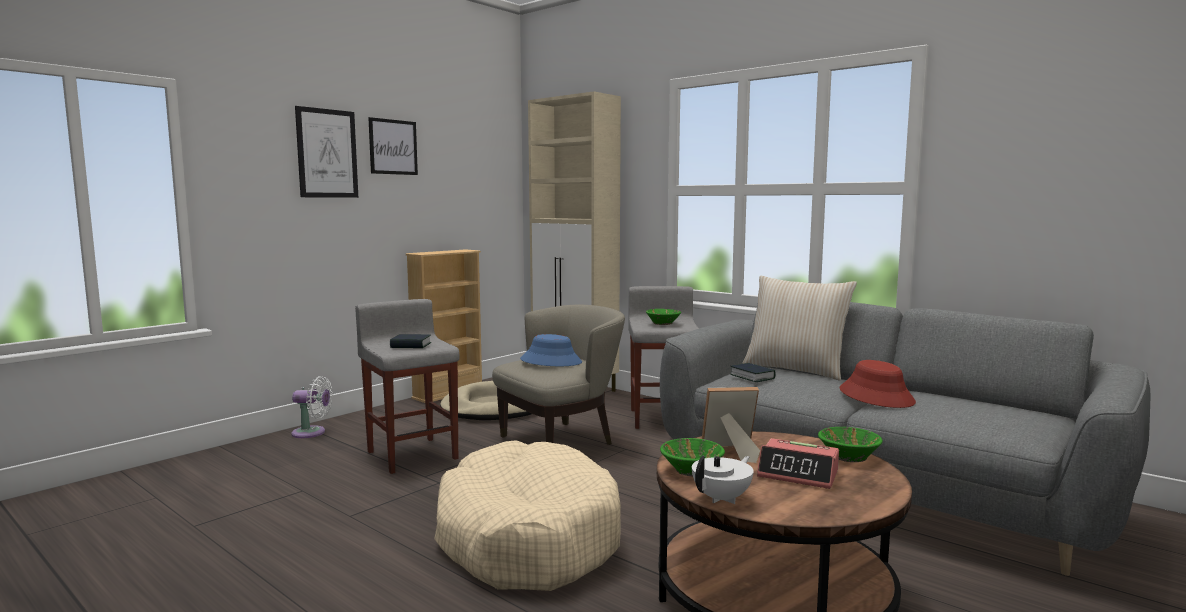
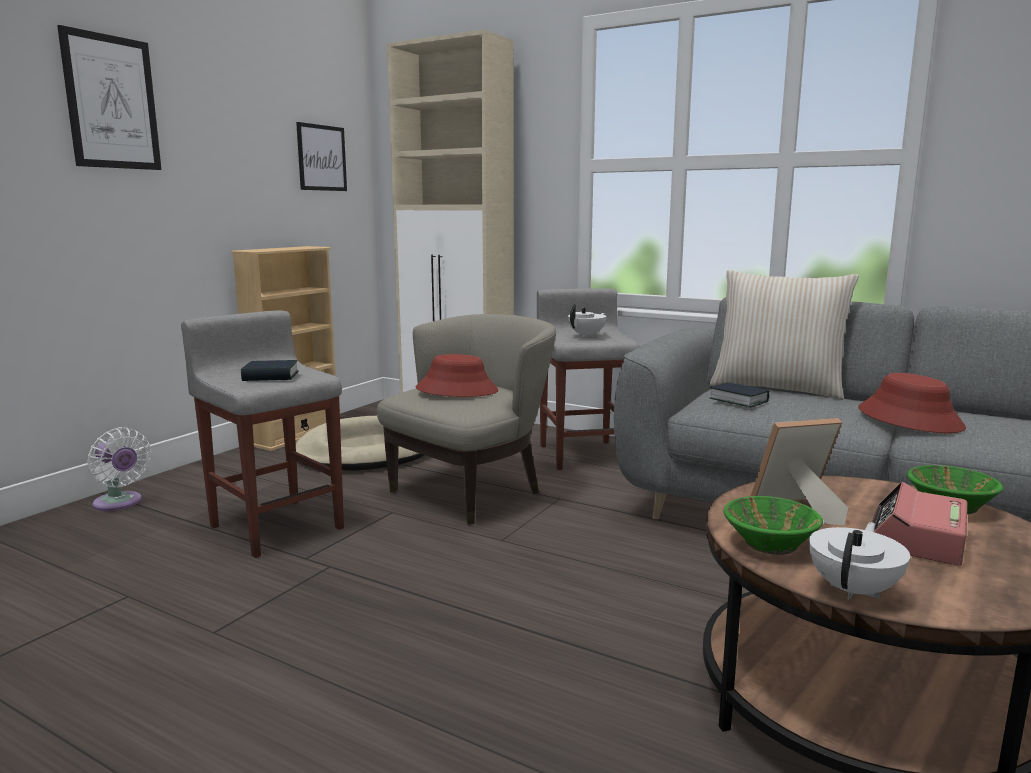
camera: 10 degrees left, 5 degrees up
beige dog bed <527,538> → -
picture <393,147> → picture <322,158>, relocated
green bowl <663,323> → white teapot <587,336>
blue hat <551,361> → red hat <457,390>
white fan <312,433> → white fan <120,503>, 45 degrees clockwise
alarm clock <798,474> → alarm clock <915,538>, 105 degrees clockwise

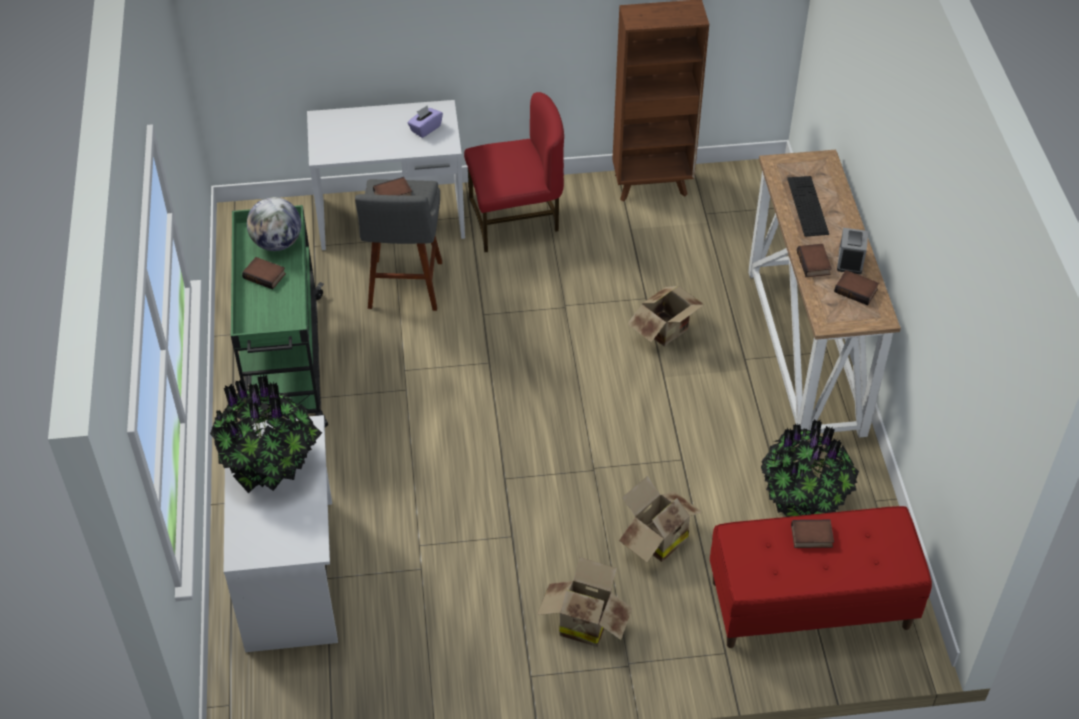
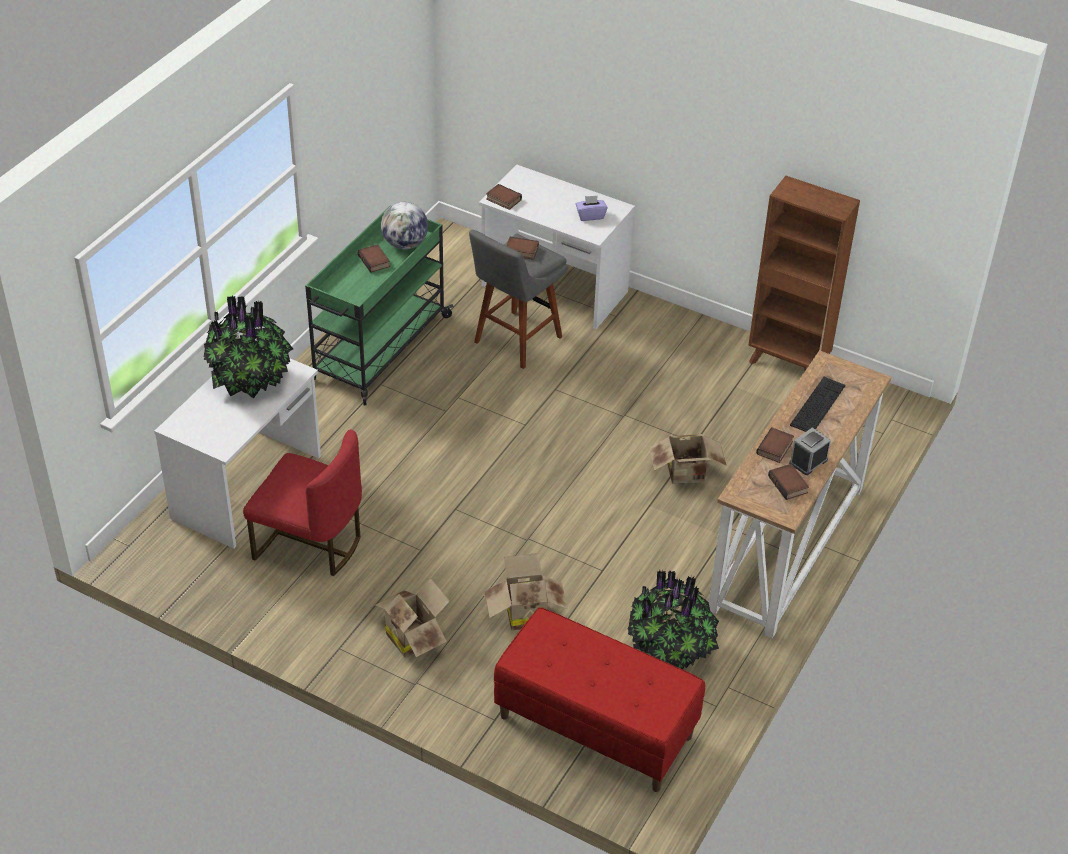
camera: 35 degrees right, 5 degrees down
red chair <515,219> → red chair <310,544>, relocated
book <811,537> → book <502,200>, relocated

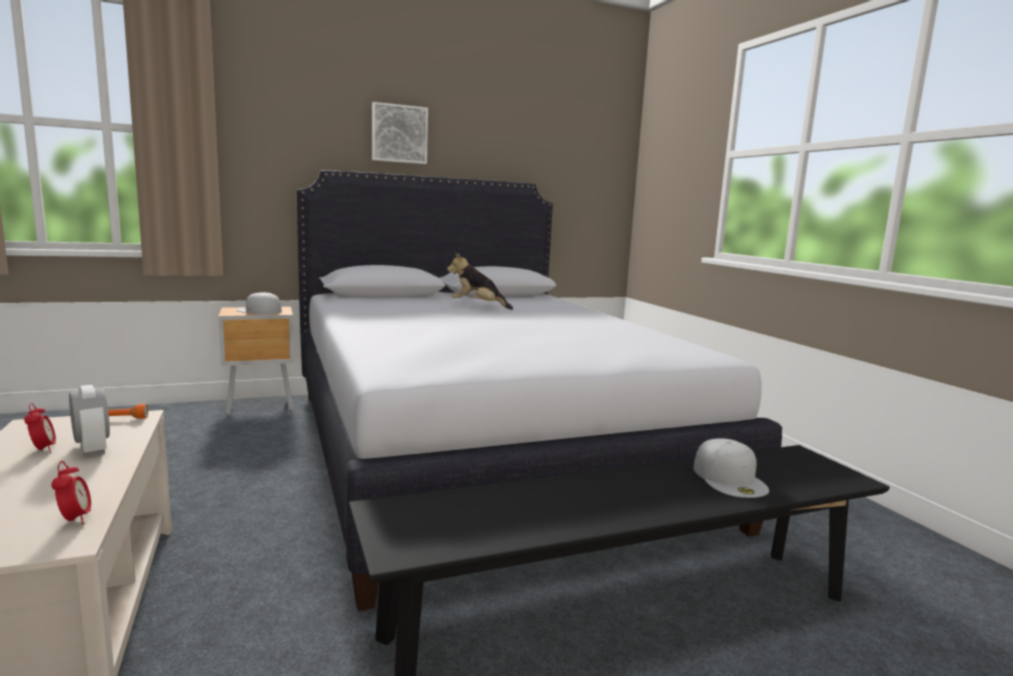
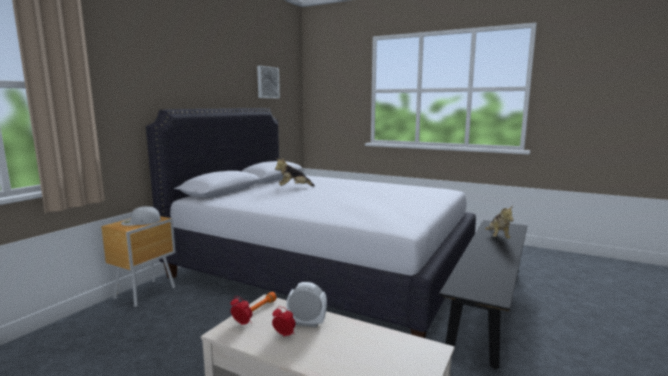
camera: 40 degrees left, 0 degrees up
alarm clock <75,519> → alarm clock <242,324>, relocated
picture <399,134> → picture <267,82>, relocated
white cap <730,478> → plush toy <497,237>

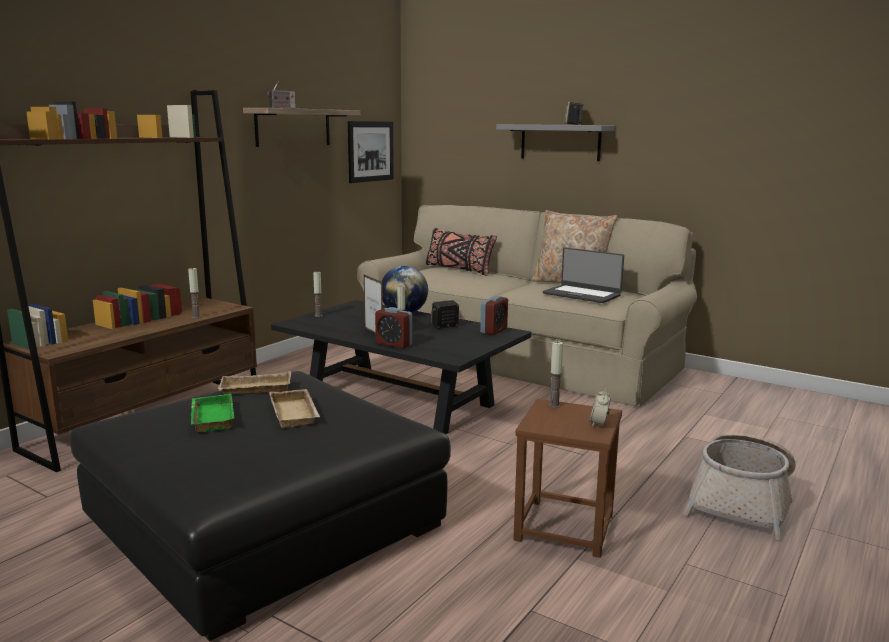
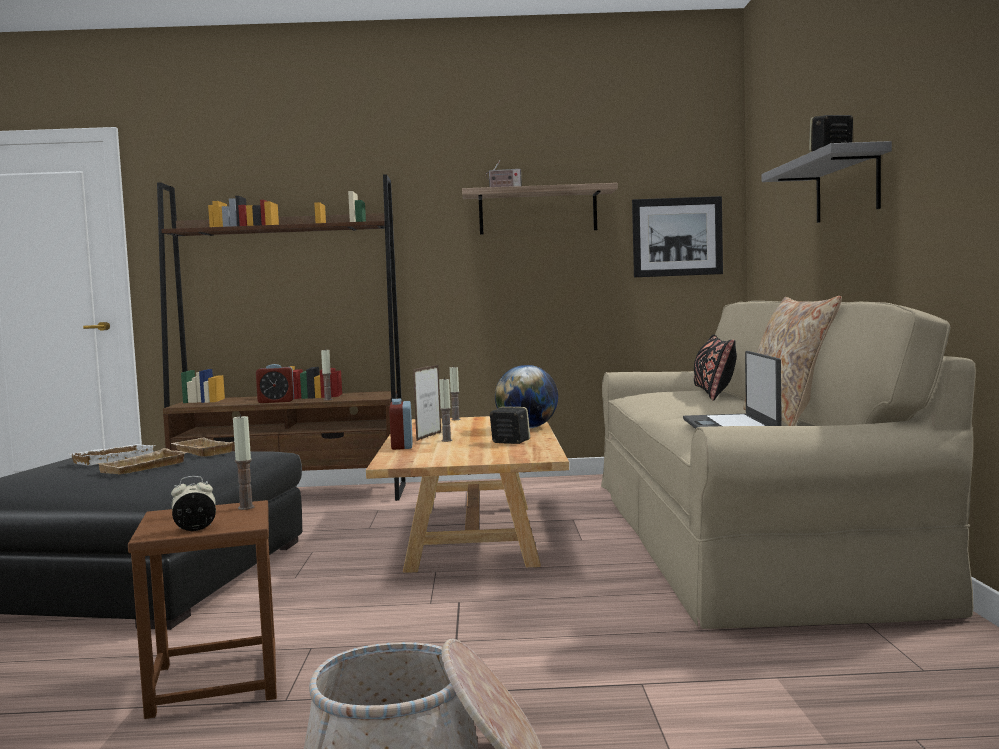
camera: 55 degrees right, 10 degrees down
alarm clock <493,330> → alarm clock <276,401>, relocated
green tray <210,417> → white tray <113,459>
black coffee table <400,401> → beige coffee table <474,535>

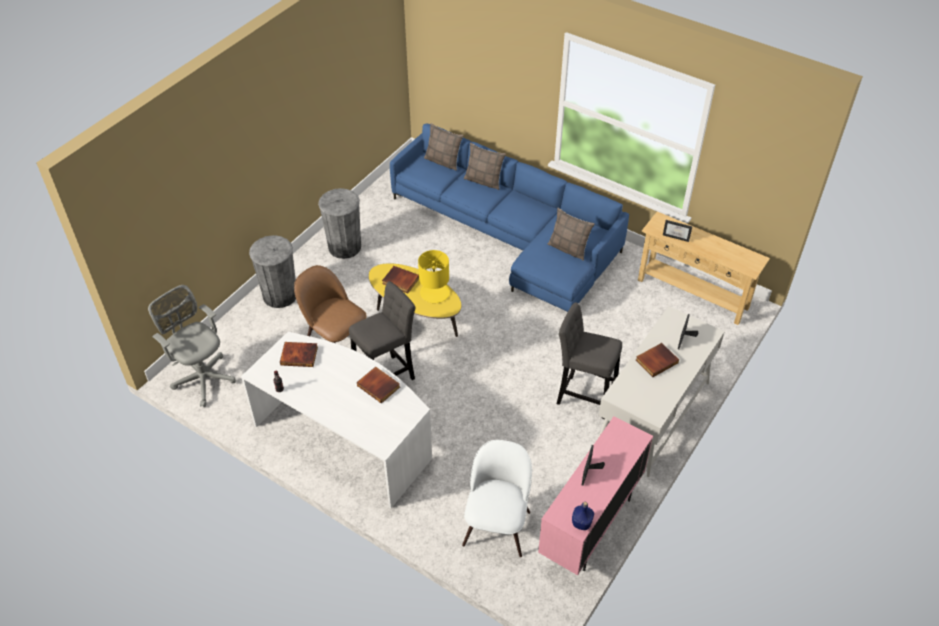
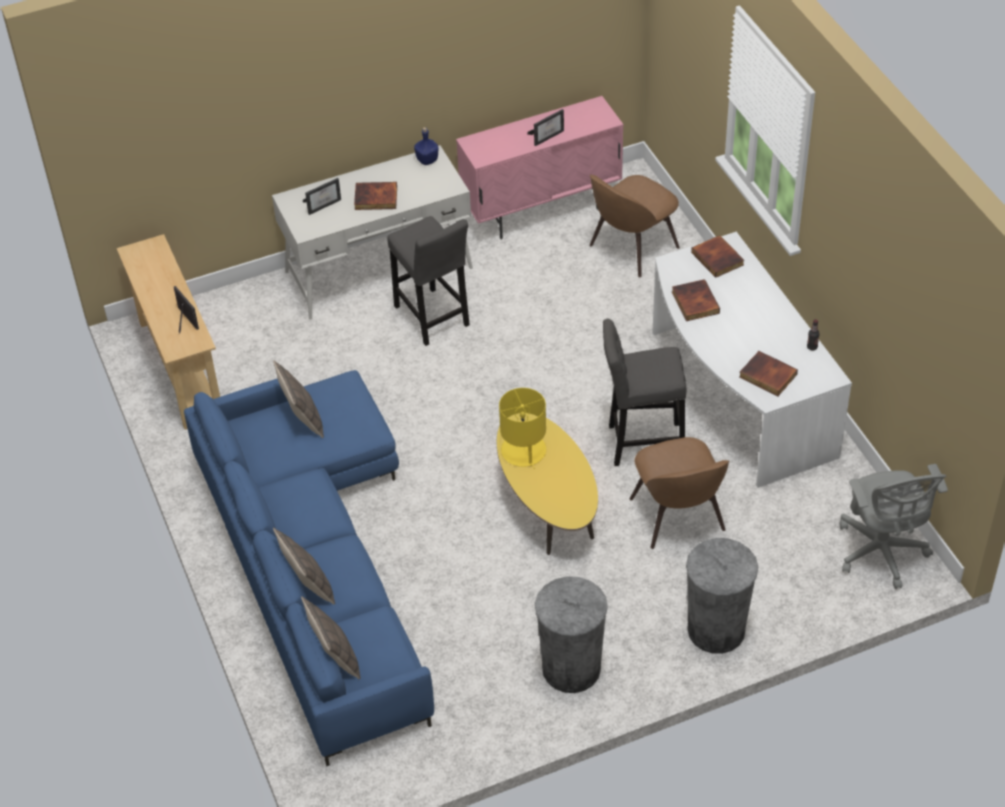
camera: 145 degrees left, 0 degrees up
book <400,281> → book <718,258>, relocated
blue bottle <581,524> → blue bottle <427,160>, relocated
white chair <497,525> → brown chair <631,248>

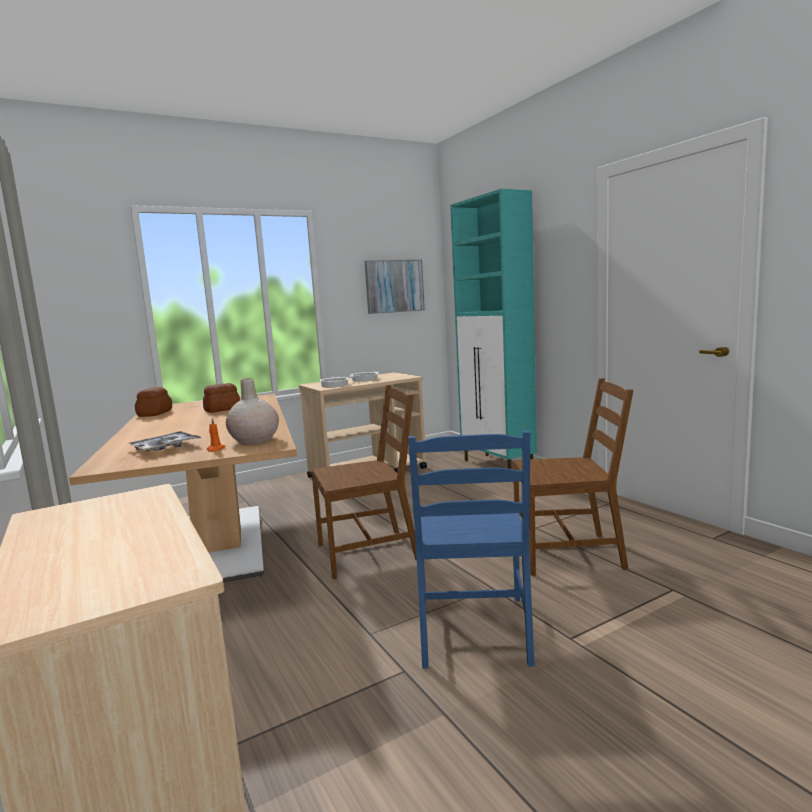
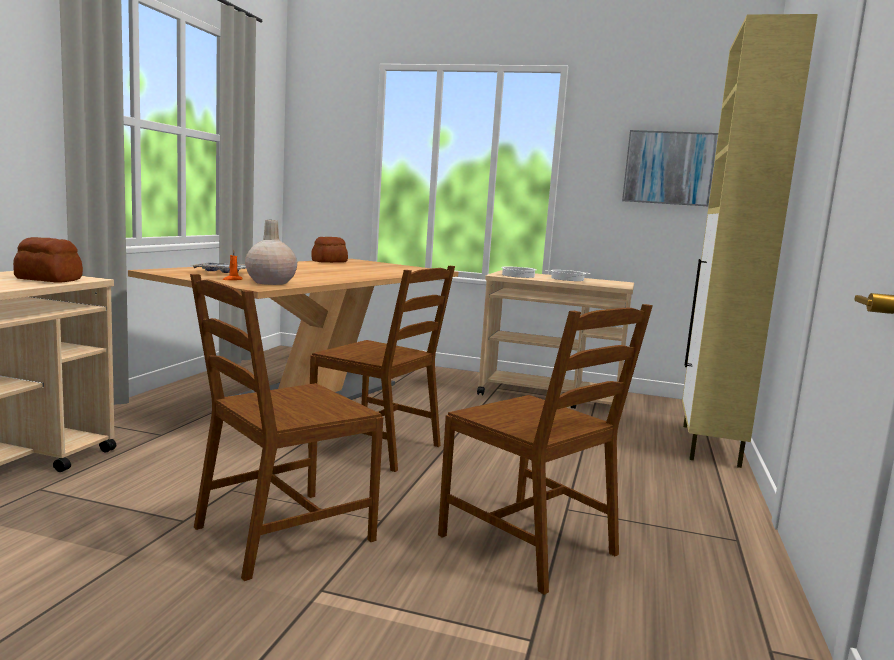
camera: 45 degrees right, 0 degrees up
bread <223,409> → bread <48,280>, relocated
blue chair <474,630> → brown chair <282,533>
turquoise cabinet <498,465> → beige cabinet <709,445>

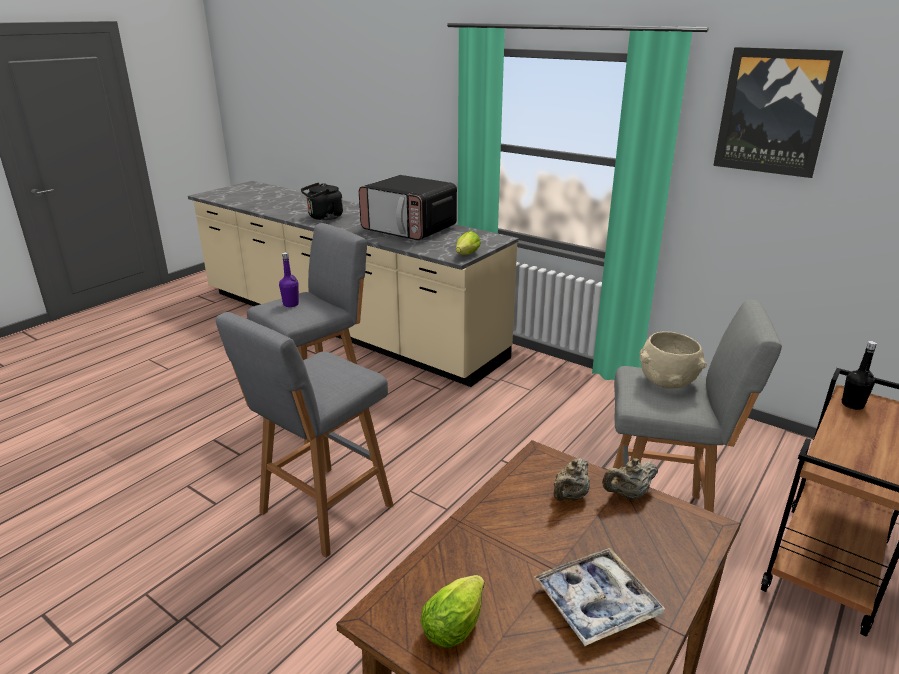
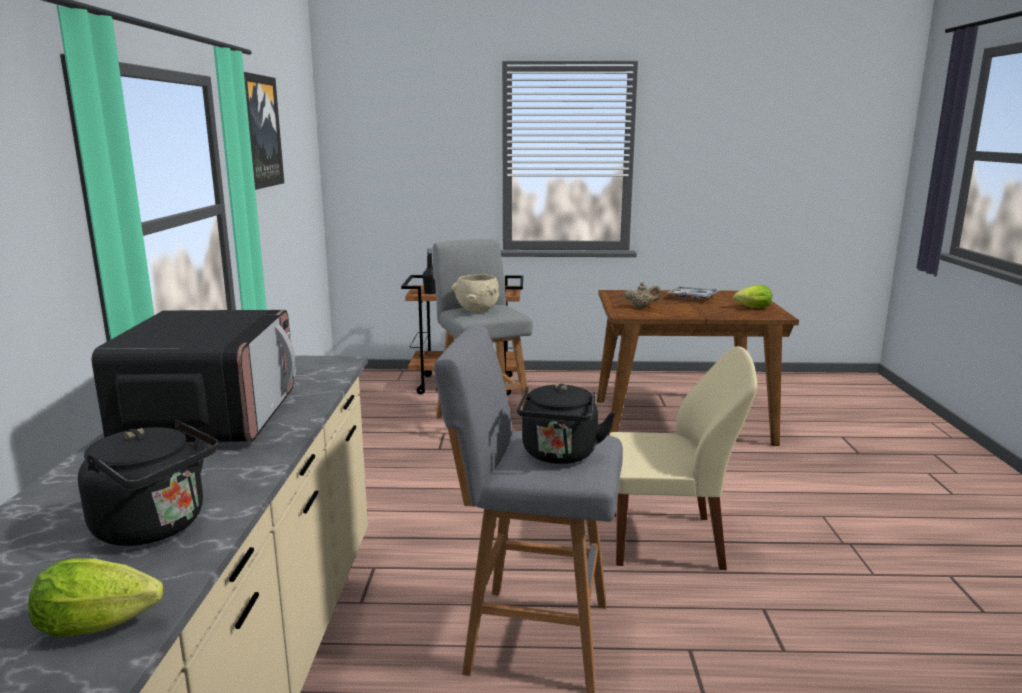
camera: 125 degrees left, 10 degrees down
beige teapot <628,494> → -
lettuce <466,255> → lettuce <105,625>, relocated
grey stool <323,511> → beige chair <668,541>
purple bottle <291,304> → black kettle <559,455>

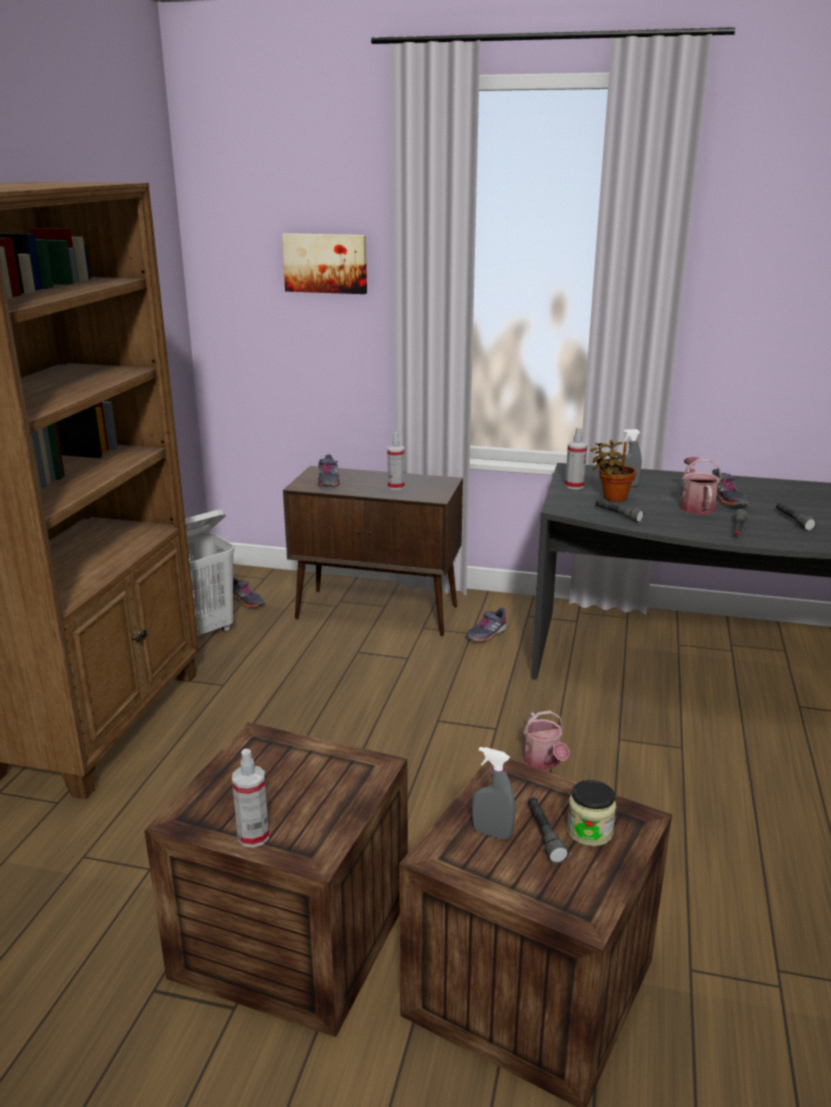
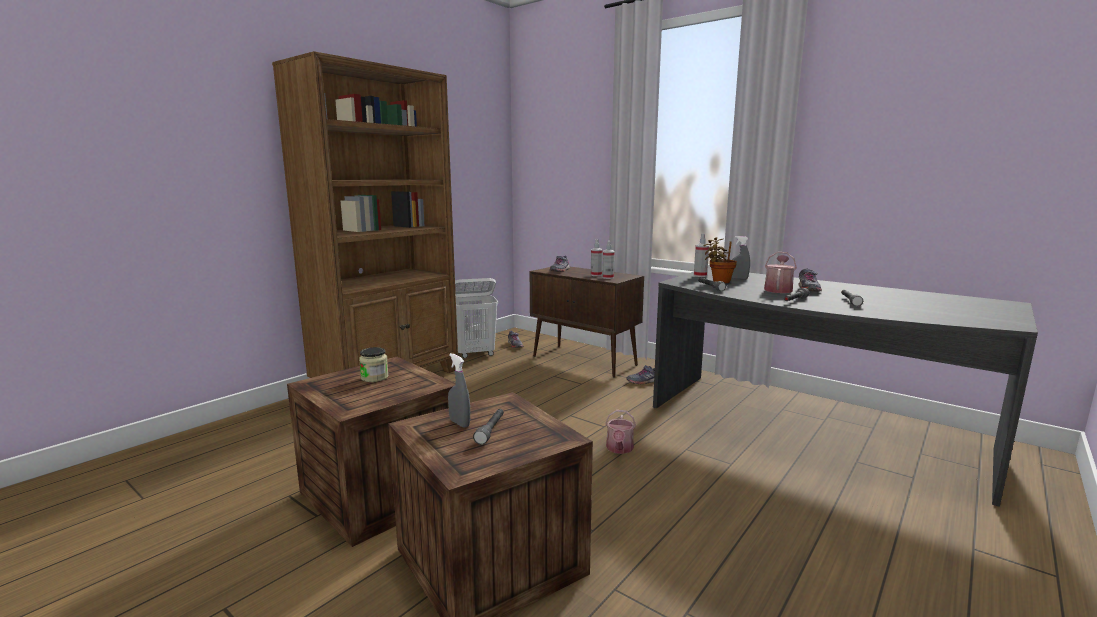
camera: 25 degrees right, 10 degrees down
picture <326,263> → -
spray bottle <253,836> → spray bottle <608,277>, relocated
jar <589,831> → jar <374,377>, relocated

